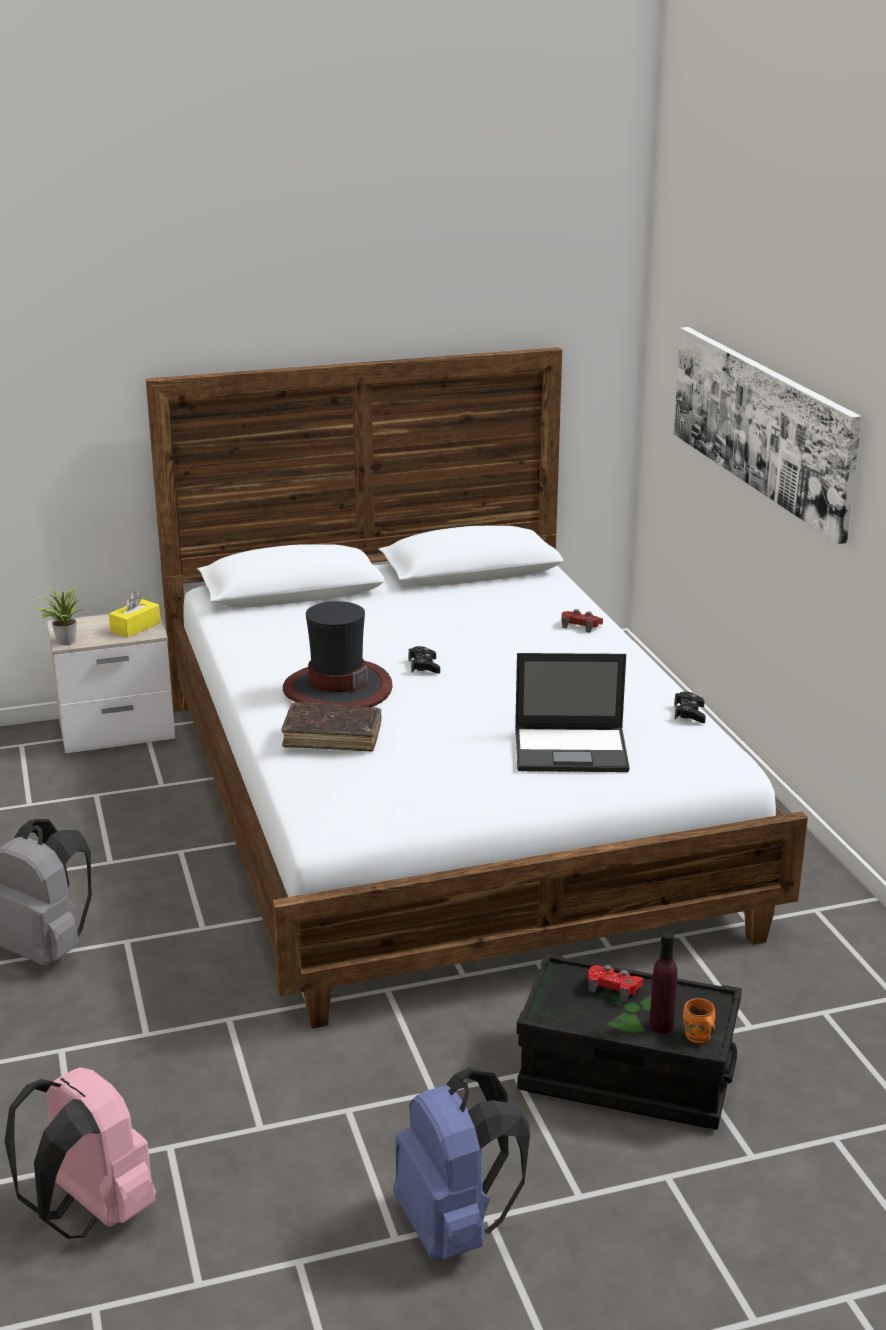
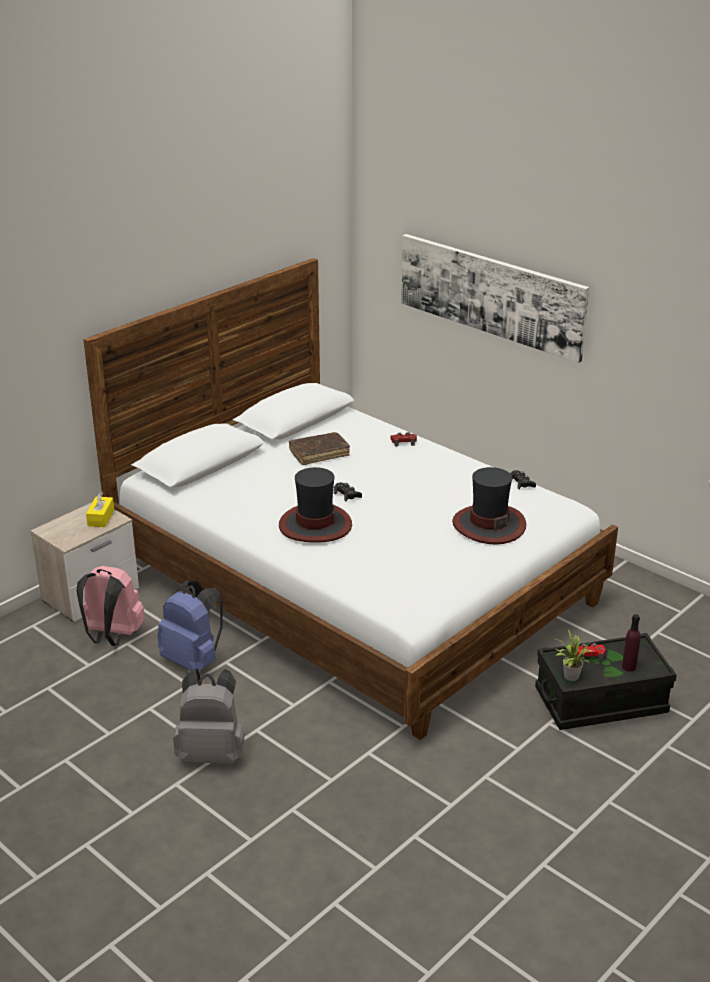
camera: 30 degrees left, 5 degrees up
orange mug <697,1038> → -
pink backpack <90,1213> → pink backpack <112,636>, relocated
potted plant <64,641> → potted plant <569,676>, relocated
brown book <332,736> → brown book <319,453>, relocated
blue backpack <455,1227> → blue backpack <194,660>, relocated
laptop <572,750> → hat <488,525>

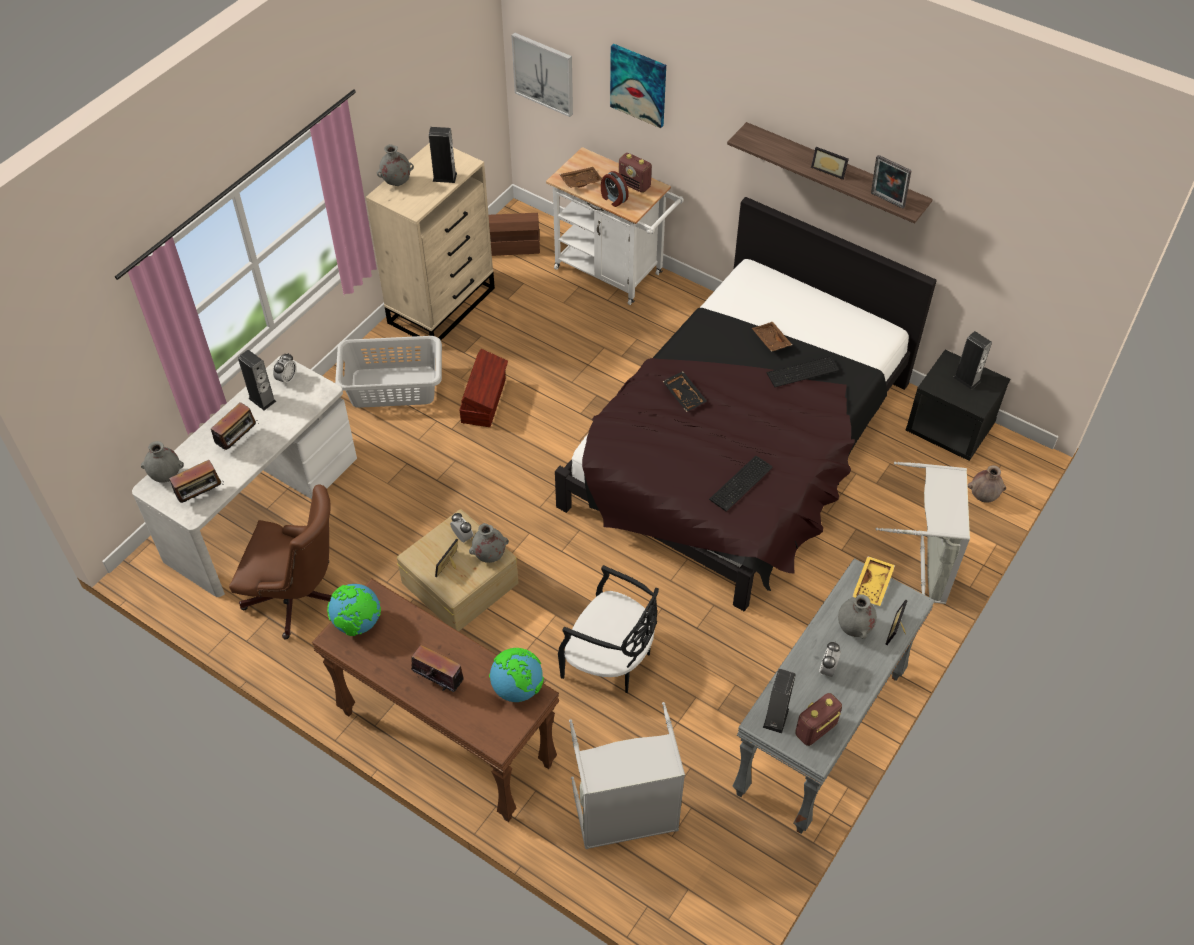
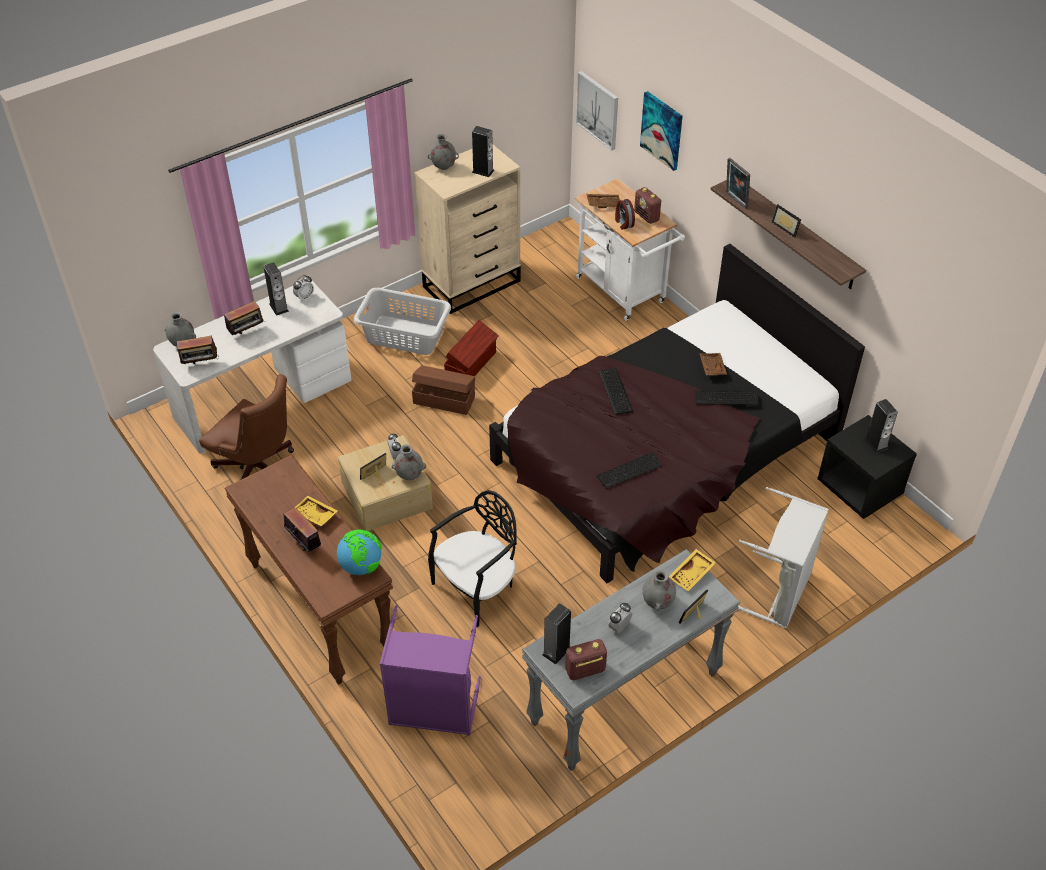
camera: 20 degrees right, 5 degrees down
globe <358,624> → -
brown vase <983,497> → -
- → yellow tray <314,515>
brown storage box <509,245> → brown storage box <443,399>, relocated
picture frame <886,201> → picture frame <735,201>, relocated
black tray <685,395> → keyboard <616,390>
grey laundry basket <626,816> → purple laundry basket <433,710>
black chair <610,661> → black chair <477,588>, 90 degrees counterclockwise

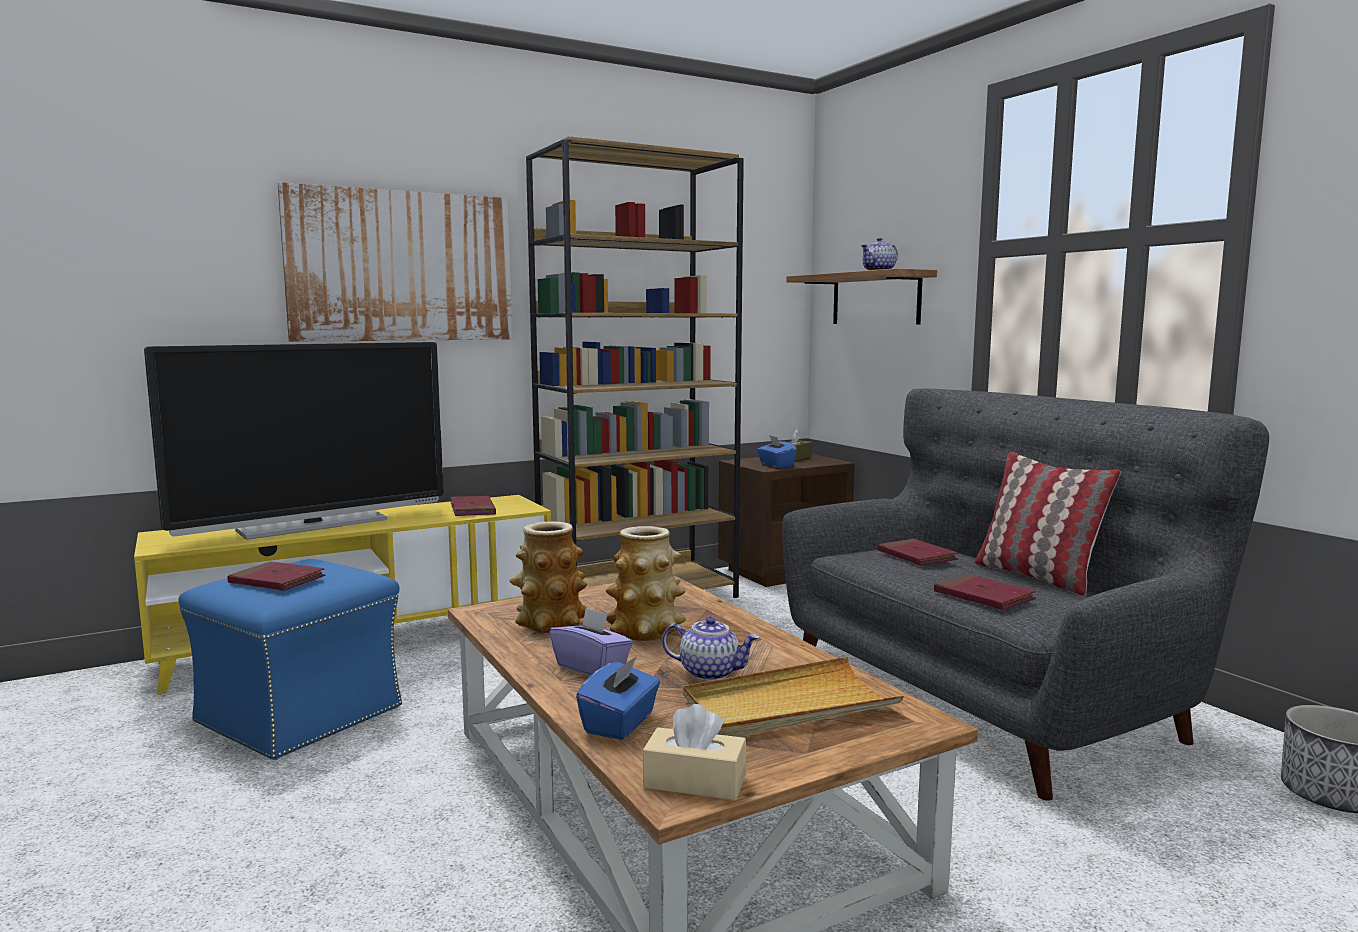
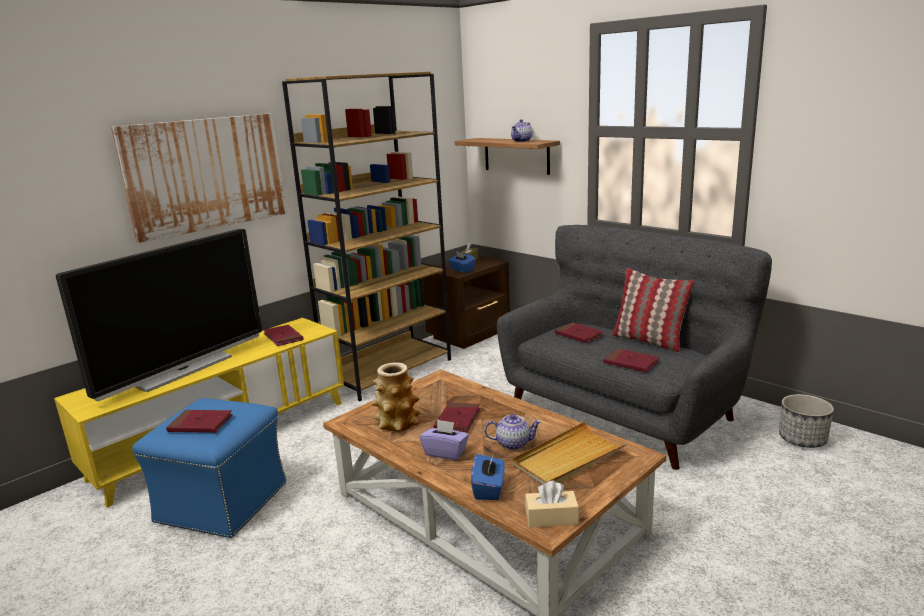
camera: 15 degrees left, 10 degrees up
vase <646,632> → red book <457,420>

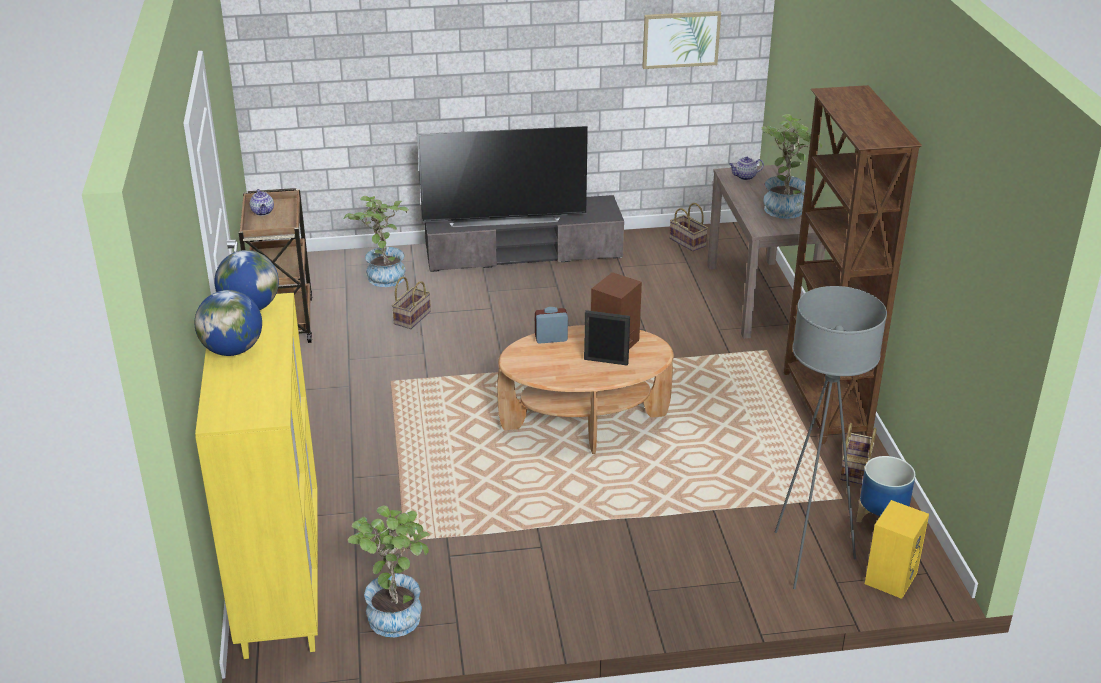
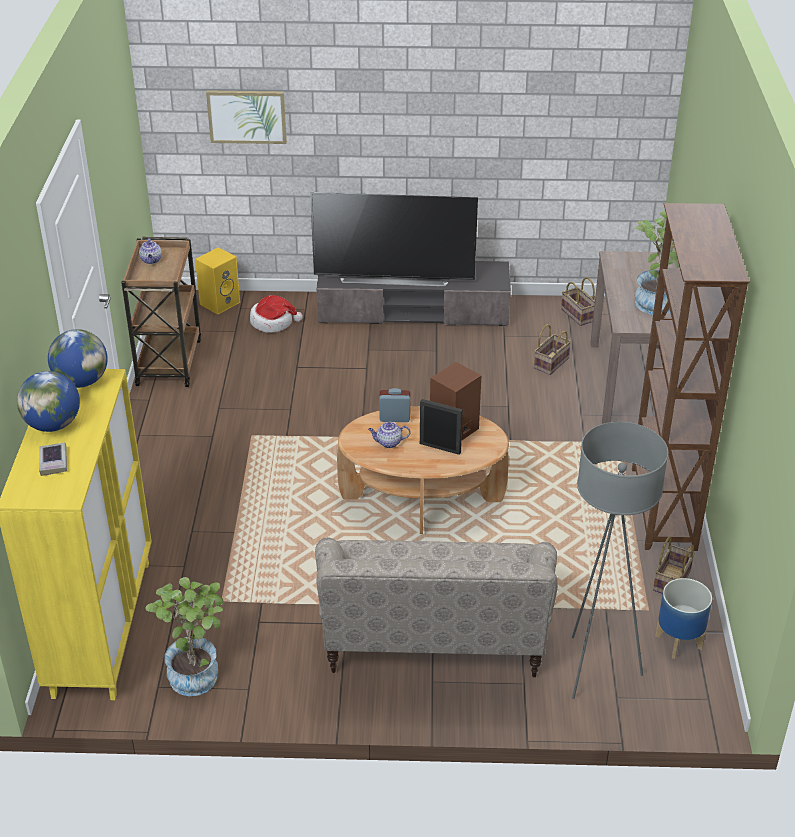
camera: 10 degrees right, 5 degrees up
- → book <53,462>
- → beige sofa <434,641>
basket <412,317> → basket <551,362>, relocated
picture <680,39> → picture <247,116>, relocated
teapot <744,177> → teapot <388,443>, relocated
yellow speaker <890,577> → yellow speaker <220,302>, relocated
potted plant <383,275> → hat <273,322>

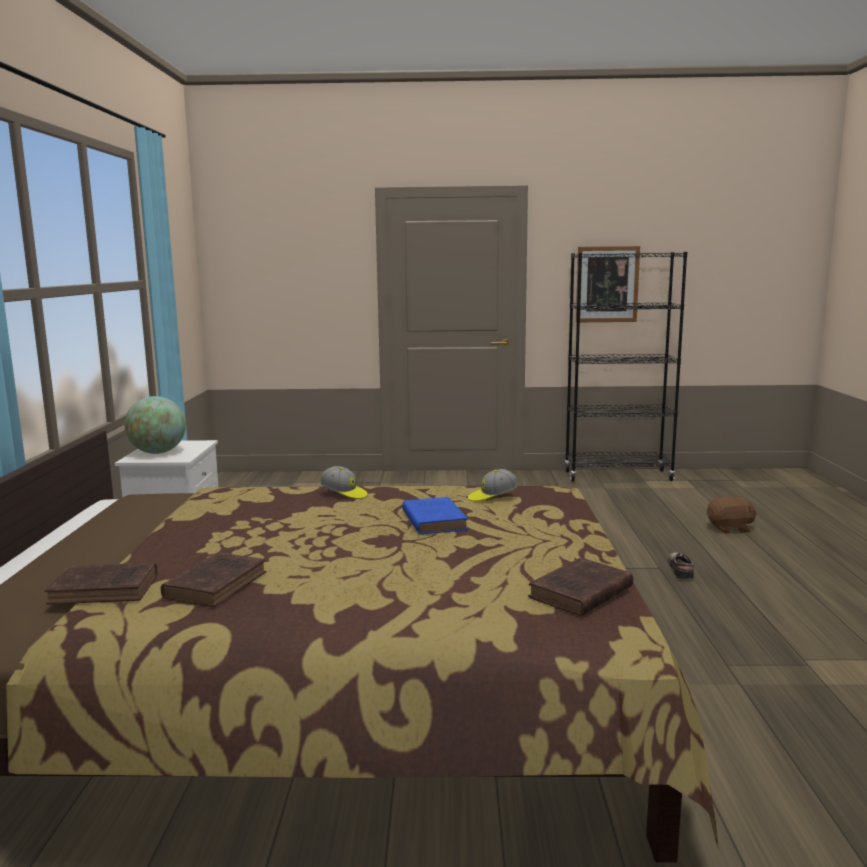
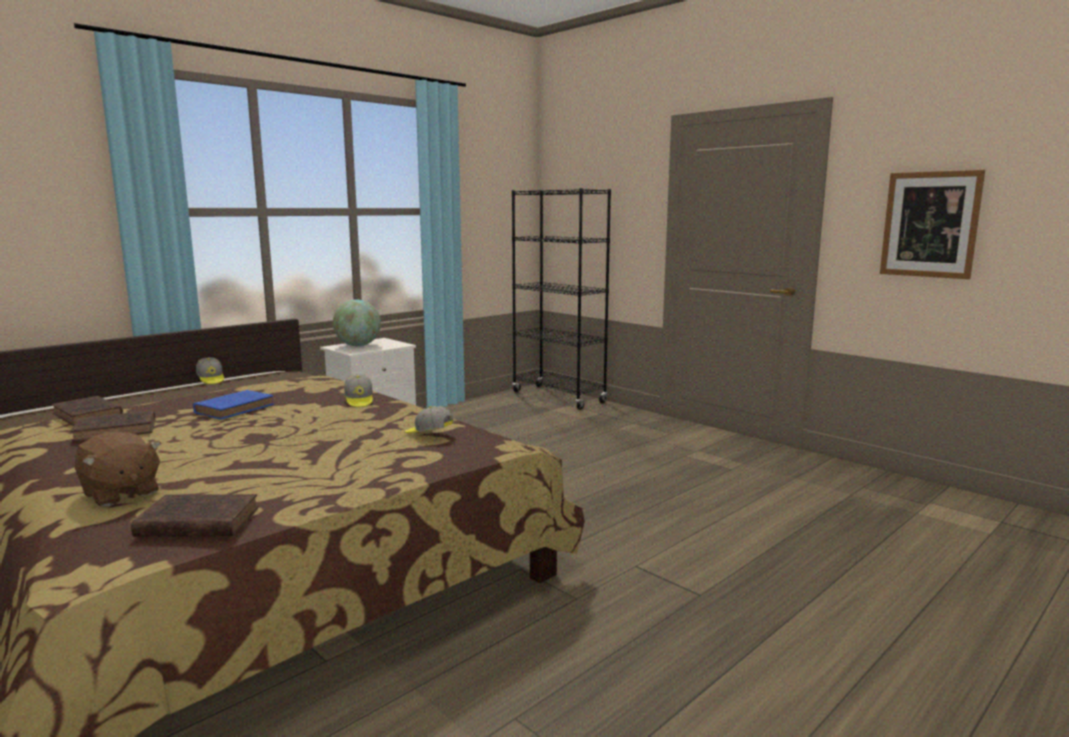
camera: 45 degrees right, 0 degrees up
shoe <682,570> → -
- → cap <211,380>
blue book <433,520> → blue book <236,408>, relocated
black bookcase <618,476> → black bookcase <558,397>, relocated
brown plush toy <730,529> → brown plush toy <120,493>, relocated

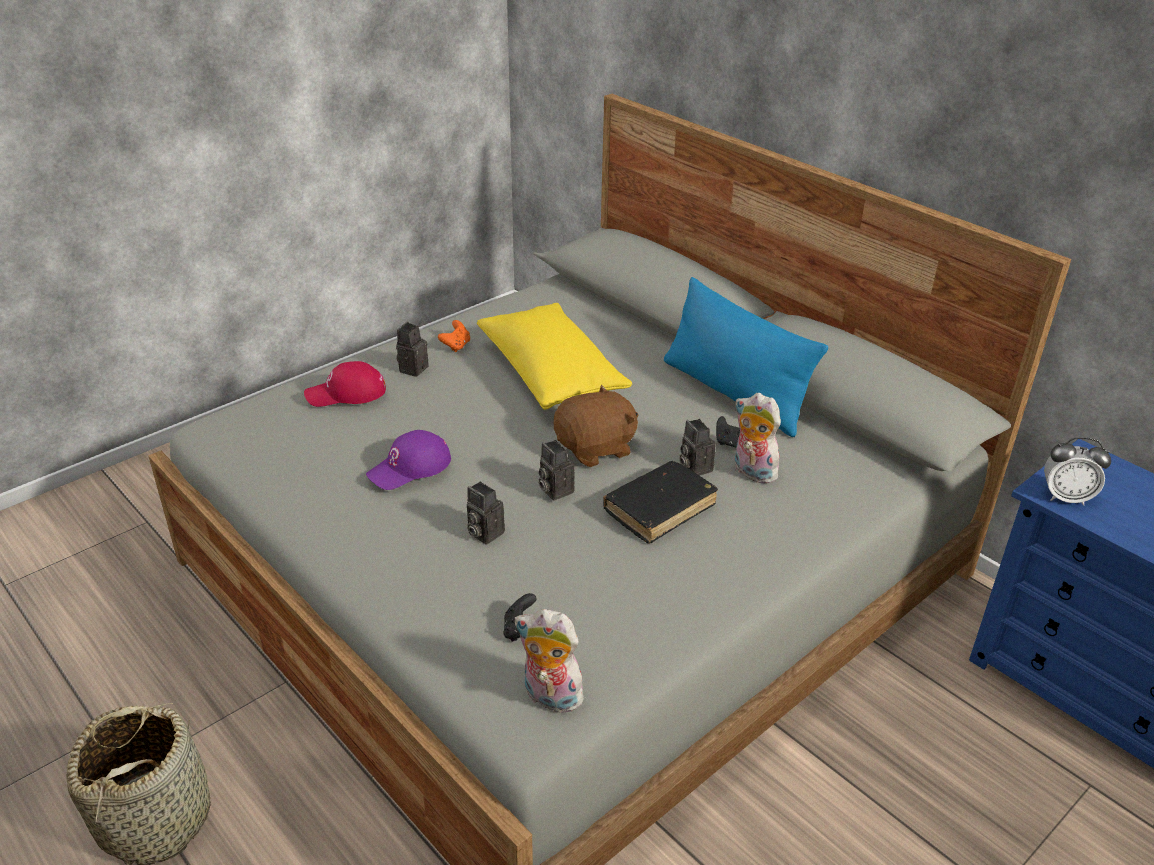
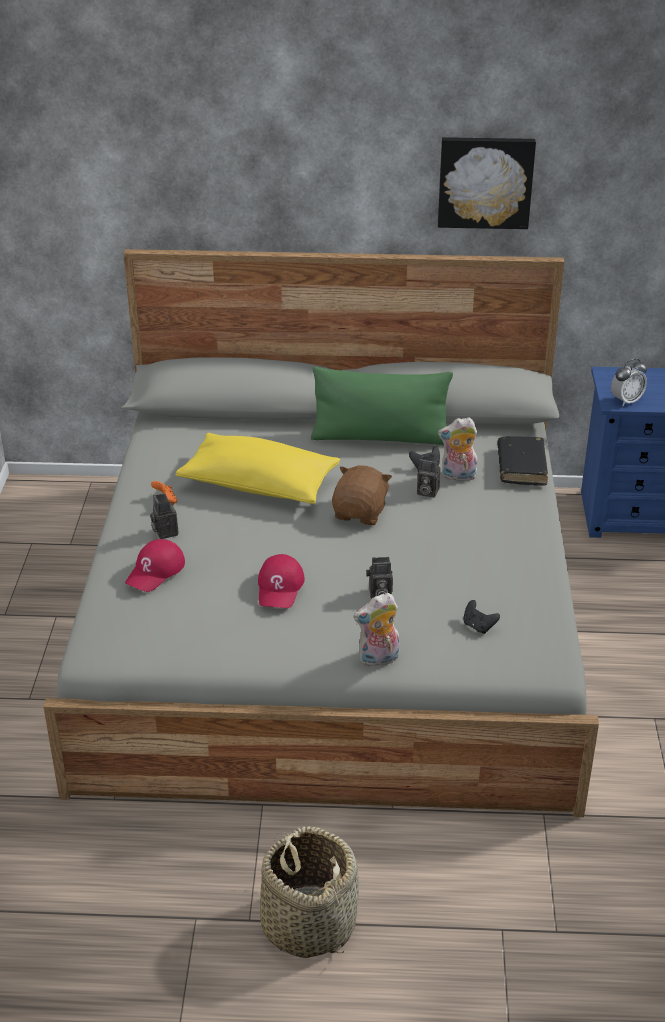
camera: 45 degrees left, 0 degrees up
photo camera <554,489> → -
- → picture <485,182>
plush toy <549,697> → plush toy <378,660>, relocated
black book <659,509> → black book <521,467>, relocated
purple cap <410,468> → red cap <280,587>
blue pillow <734,393> → green pillow <380,437>

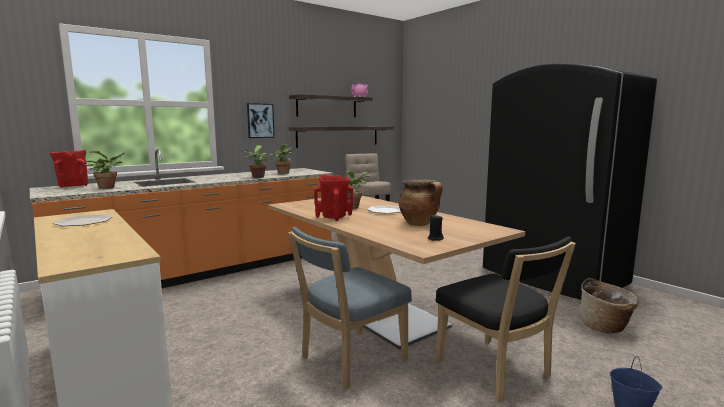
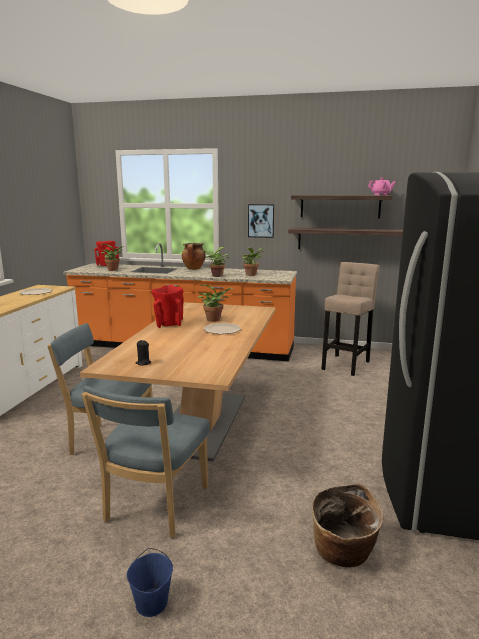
camera: 50 degrees right, 5 degrees up
cooking pot <419,224> → cooking pot <194,269>, relocated
black chair <496,372> → blue chair <154,507>

